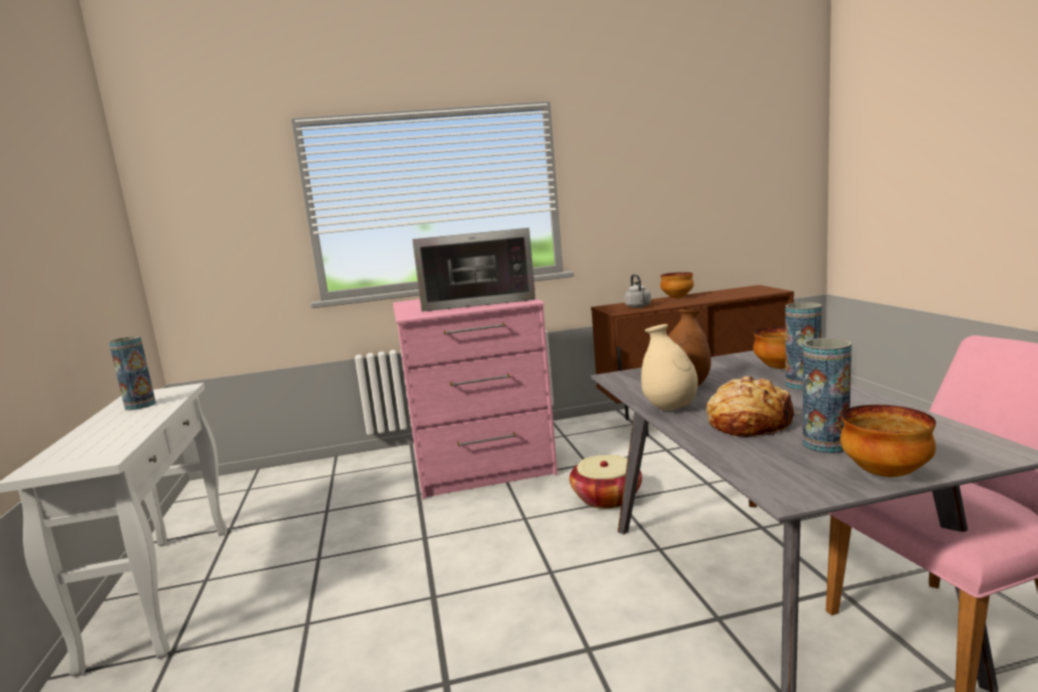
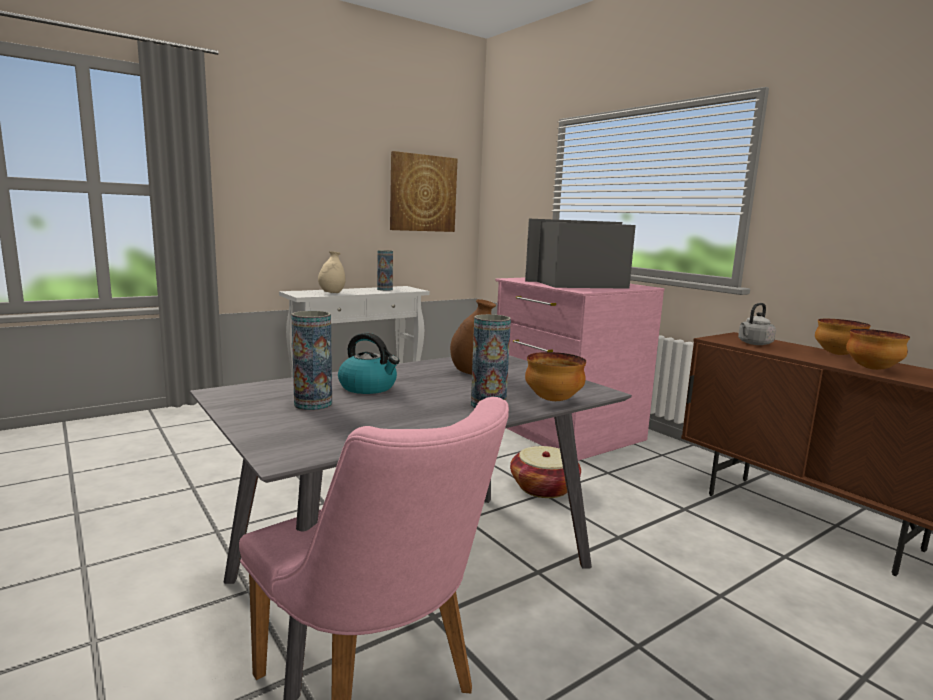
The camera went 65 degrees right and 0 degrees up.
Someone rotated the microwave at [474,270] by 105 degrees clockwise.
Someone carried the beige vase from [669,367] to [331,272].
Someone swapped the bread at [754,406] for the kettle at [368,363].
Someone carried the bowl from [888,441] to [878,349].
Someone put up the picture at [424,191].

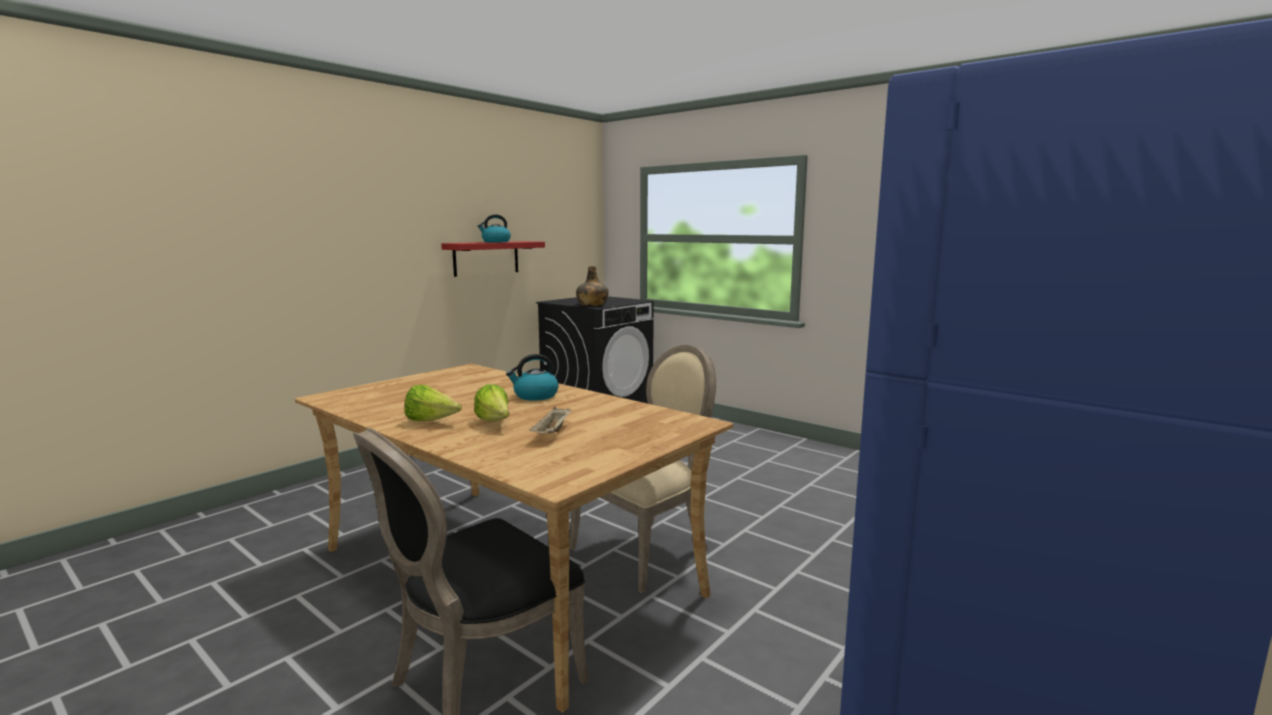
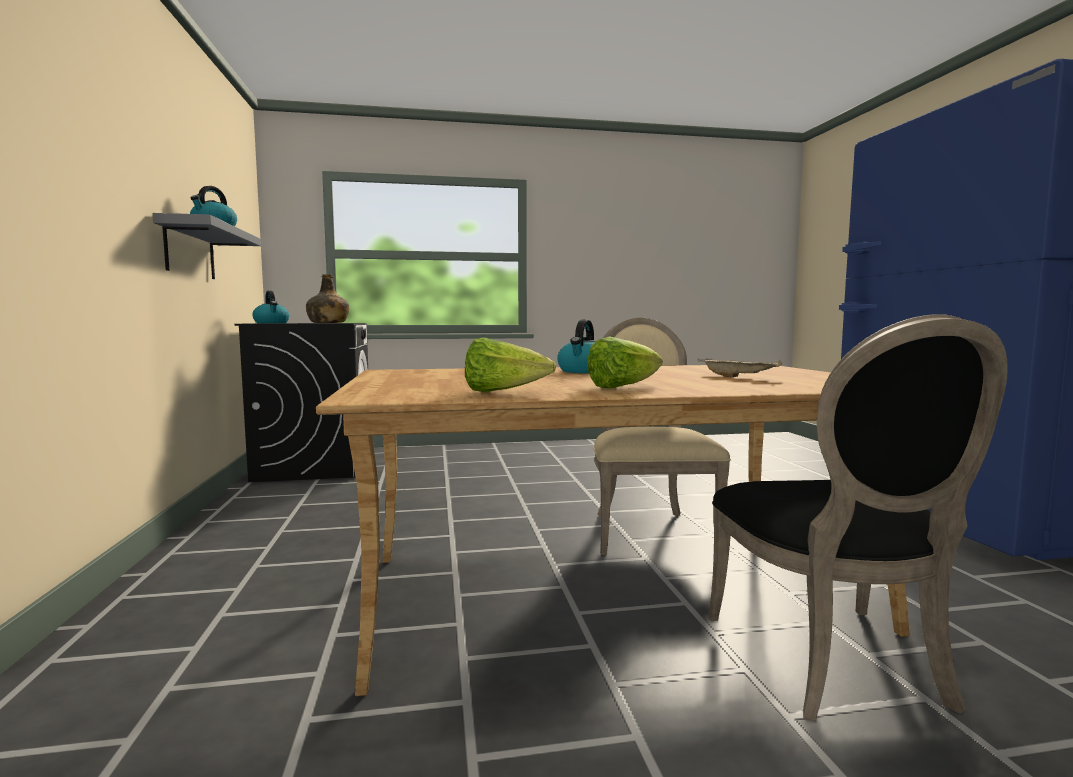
The camera went 50 degrees left and 5 degrees down.
Someone repainted the red shelf at [493,259], which became the grey shelf at [207,246].
Someone carried the lettuce from [492,403] to [510,364].
Someone put down the kettle at [270,307].

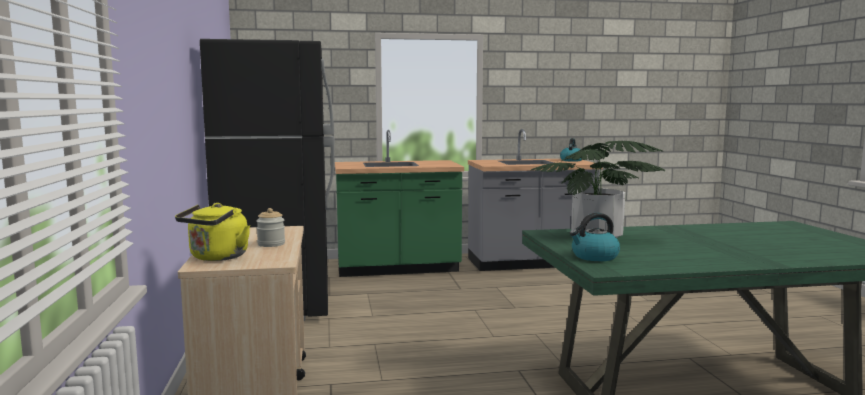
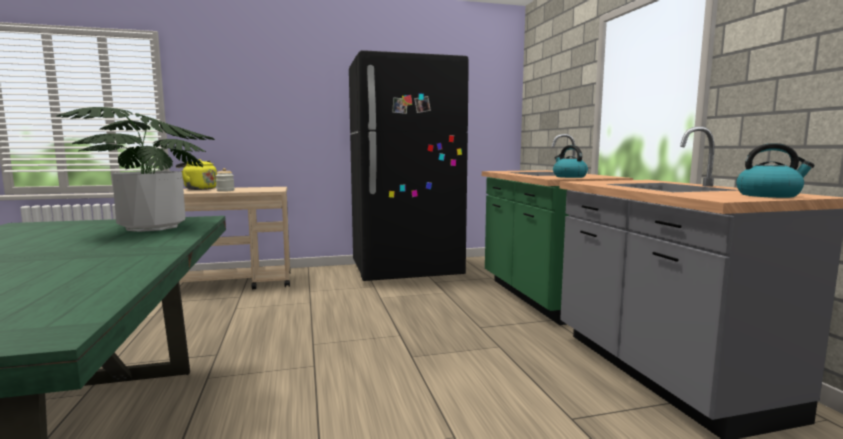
The camera went 85 degrees right and 0 degrees up.
Someone carried the kettle from [595,237] to [570,161].

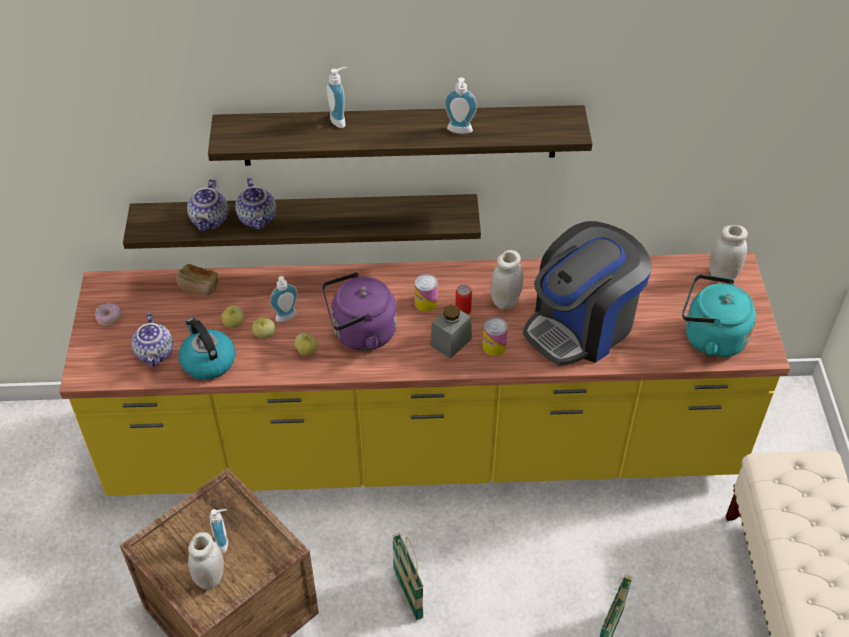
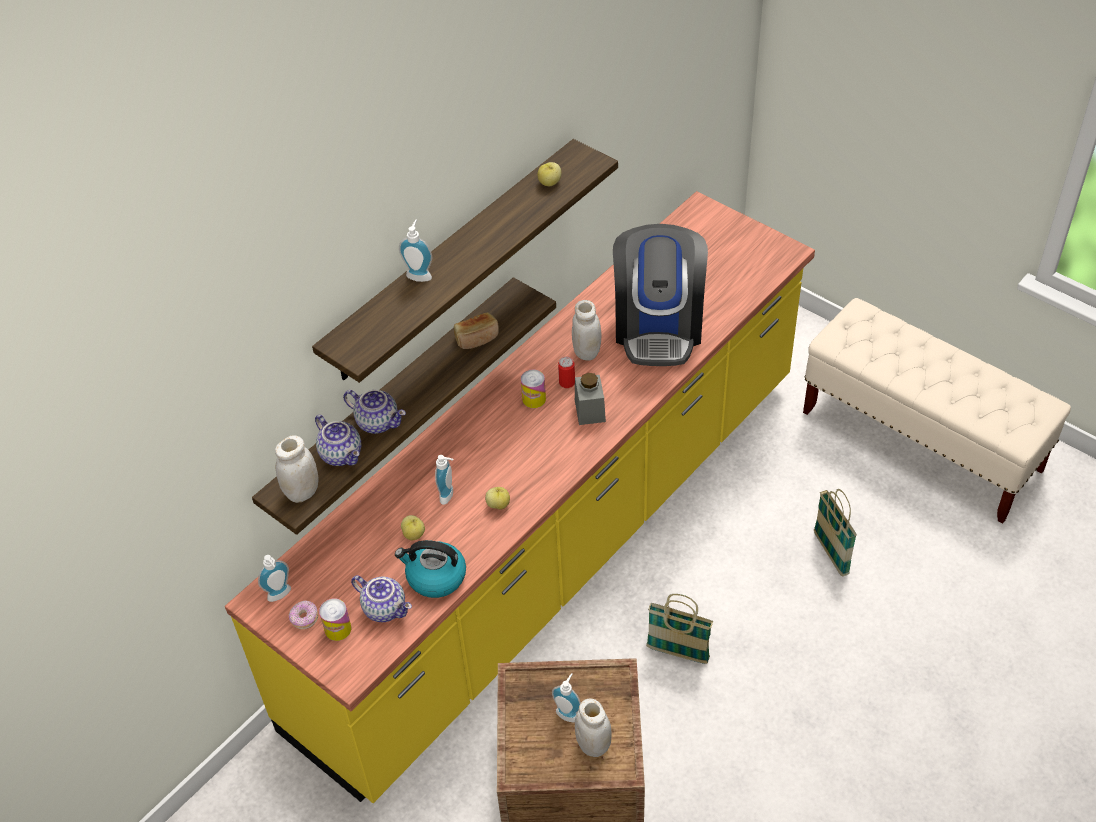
The camera went 45 degrees left and 0 degrees up.
Someone carried the soap dispenser from [460,105] to [274,578].
Someone carried the white jar from [728,252] to [297,469].
Someone carried the bread from [197,279] to [476,330].
Someone took away the purple kettle at [359,311].
Someone took away the turquoise kettle at [719,316].
Someone carried the apple from [263,328] to [549,174].
Someone carried the can from [495,336] to [335,619].

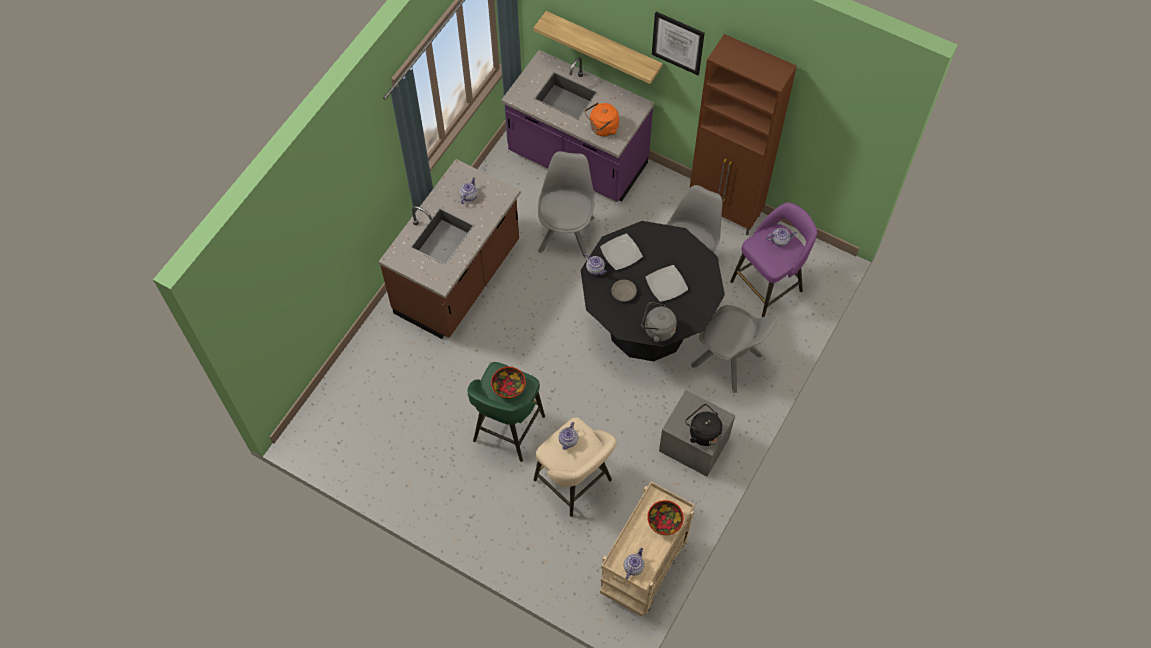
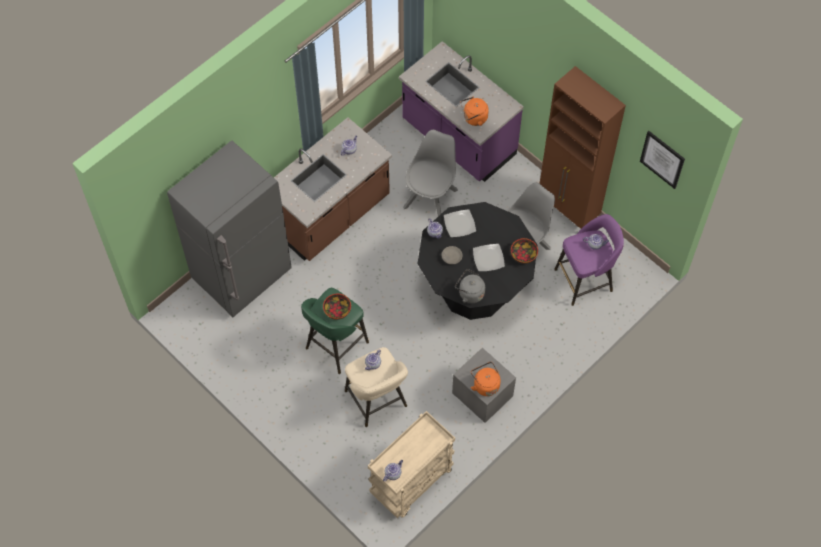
The camera went 15 degrees right and 0 degrees up.
Someone took away the shelf at [598,47].
Someone carried the picture from [678,43] to [662,160].
Someone took away the grey chair at [733,349].
Someone repainted the black kettle at [703,425], which became the orange kettle at [486,379].
Someone carried the bowl from [665,517] to [524,251].
Someone put down the grey fridge at [229,229].

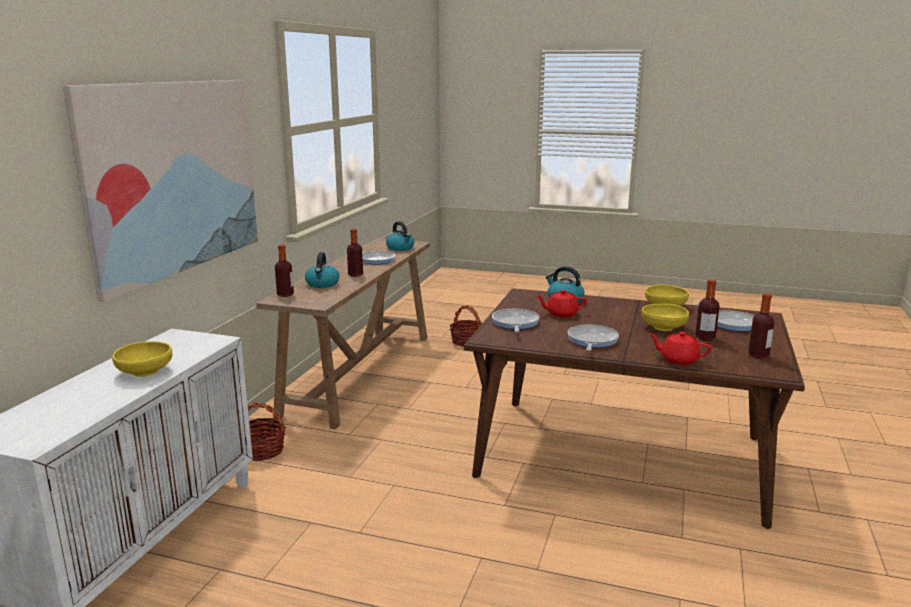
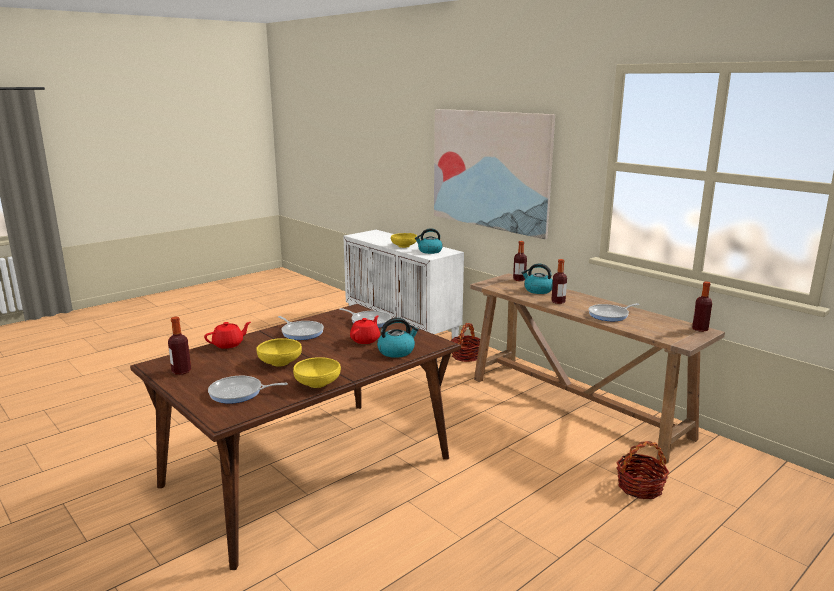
The camera went 120 degrees right and 0 degrees up.
Someone carried the kettle from [400,236] to [429,241].
Someone carried the bottle from [707,310] to [702,306].

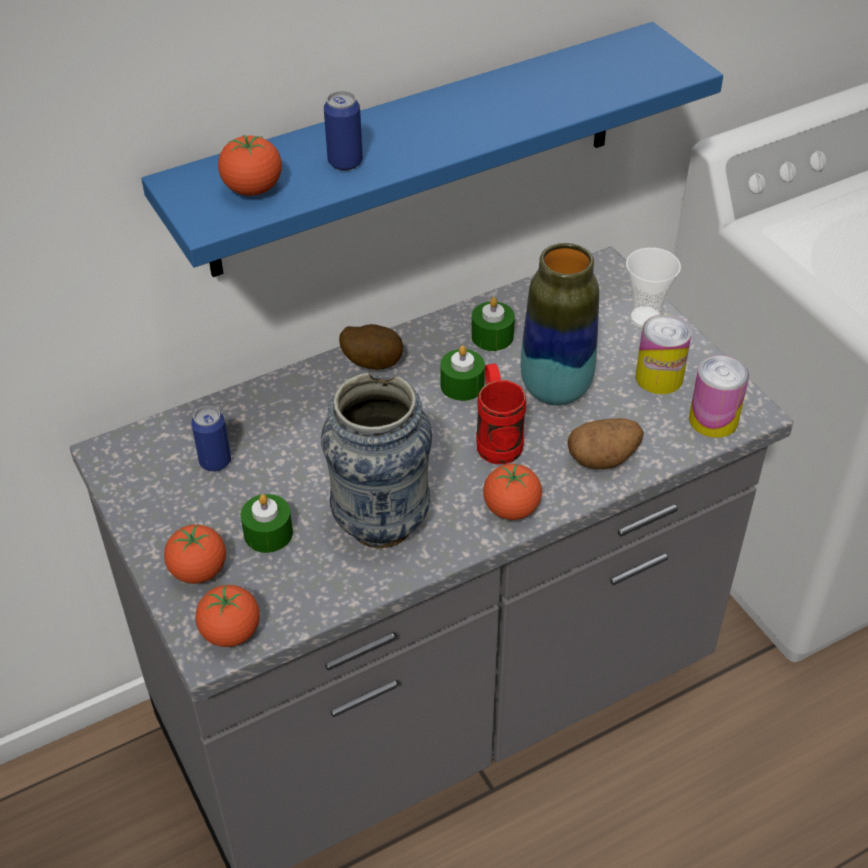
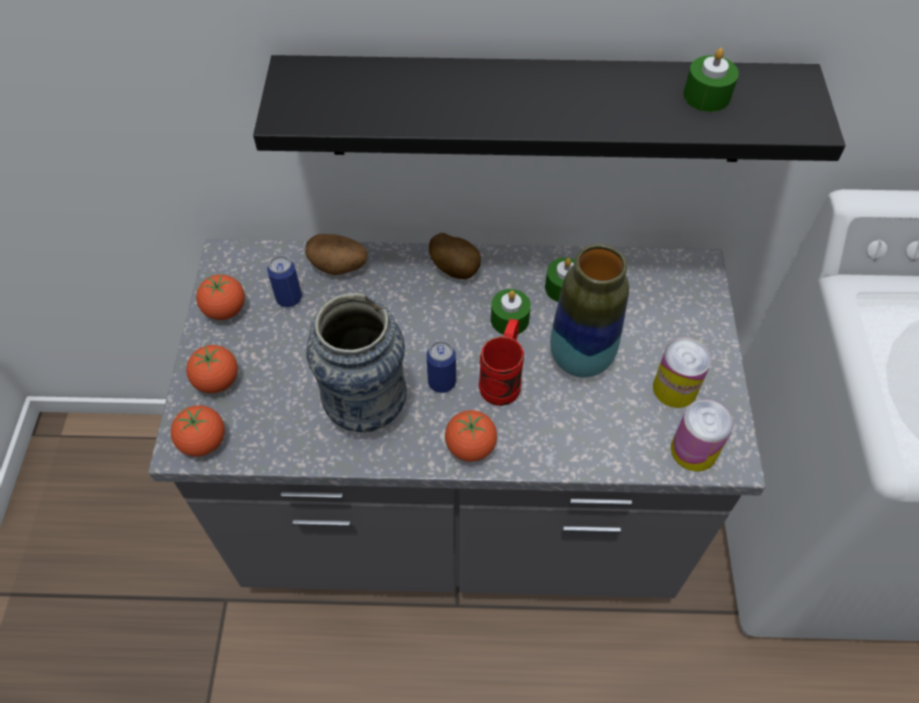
The camera went 30 degrees right and 10 degrees up.
Someone repainted the blue shelf at [432,149], which became the black shelf at [549,108].
Someone carried the can from [343,131] to [441,367].
Someone carried the tomato from [250,165] to [220,297].
Someone took away the cup at [653,287].
Someone carried the potato from [605,443] to [336,254].
Someone carried the green candle from [266,523] to [711,80].

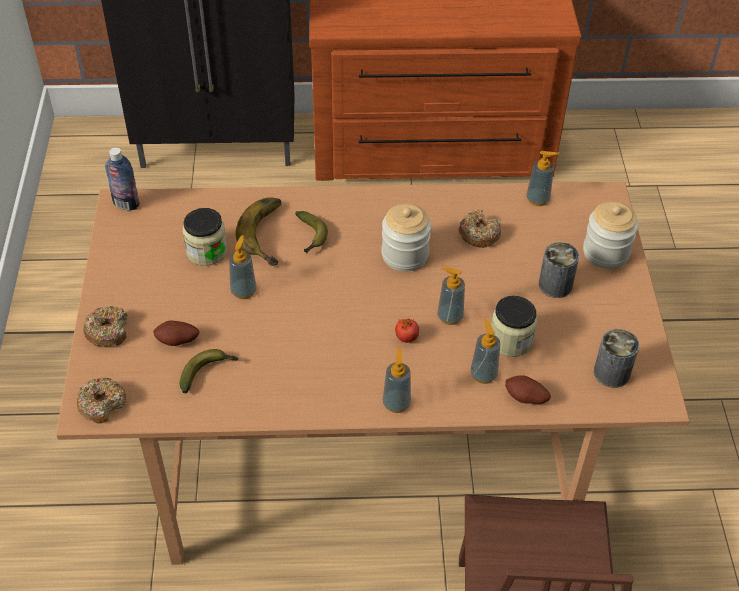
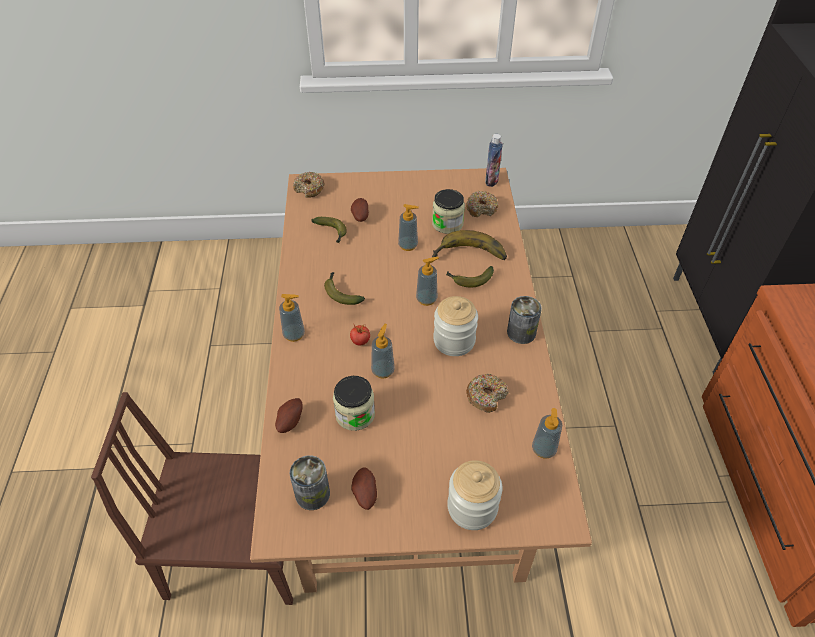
The camera went 90 degrees right and 0 degrees up.
Someone carried the can from [559,270] to [524,320].
Someone carried the donut from [105,326] to [482,204].
Someone carried the soap dispenser from [485,351] to [427,281].
Someone put down the banana at [344,288].
Someone put down the potato at [364,488].

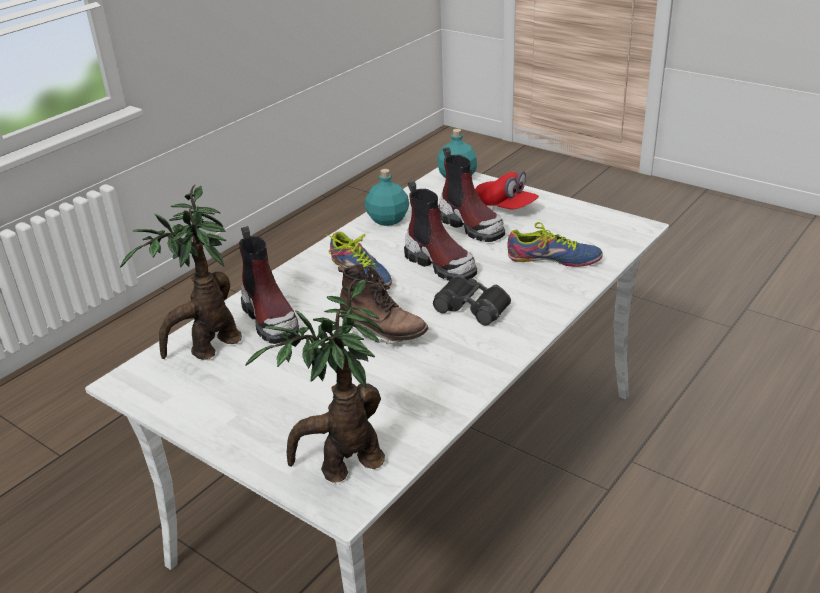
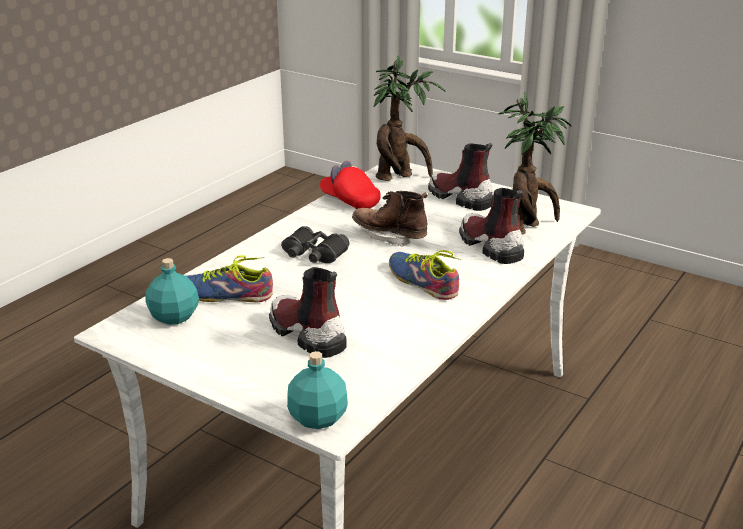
The camera went 175 degrees right and 5 degrees down.
Someone carried the turquoise bottle from [387,197] to [172,291].
Someone carried the red cap from [507,190] to [350,185].
Someone carried the boot from [440,231] to [460,177].

